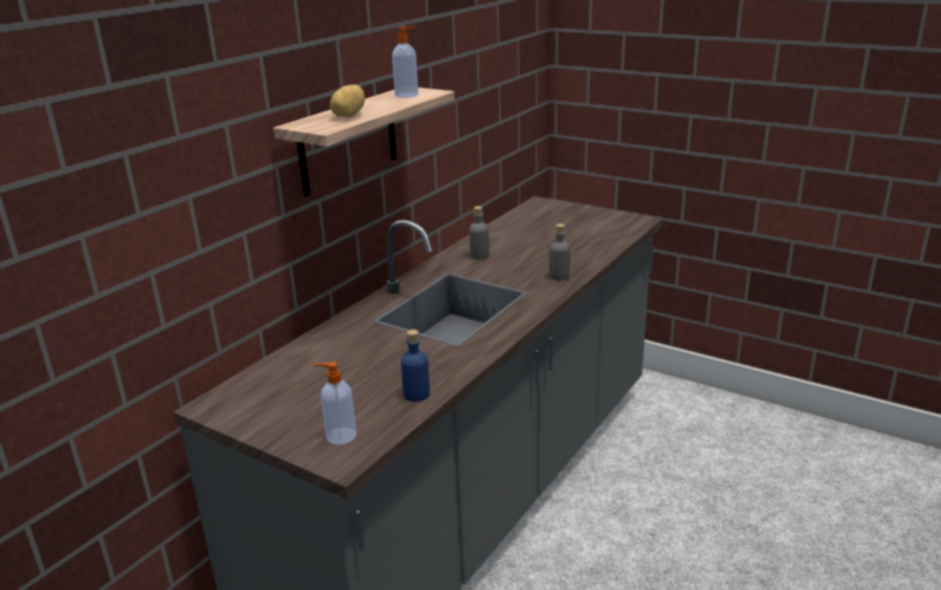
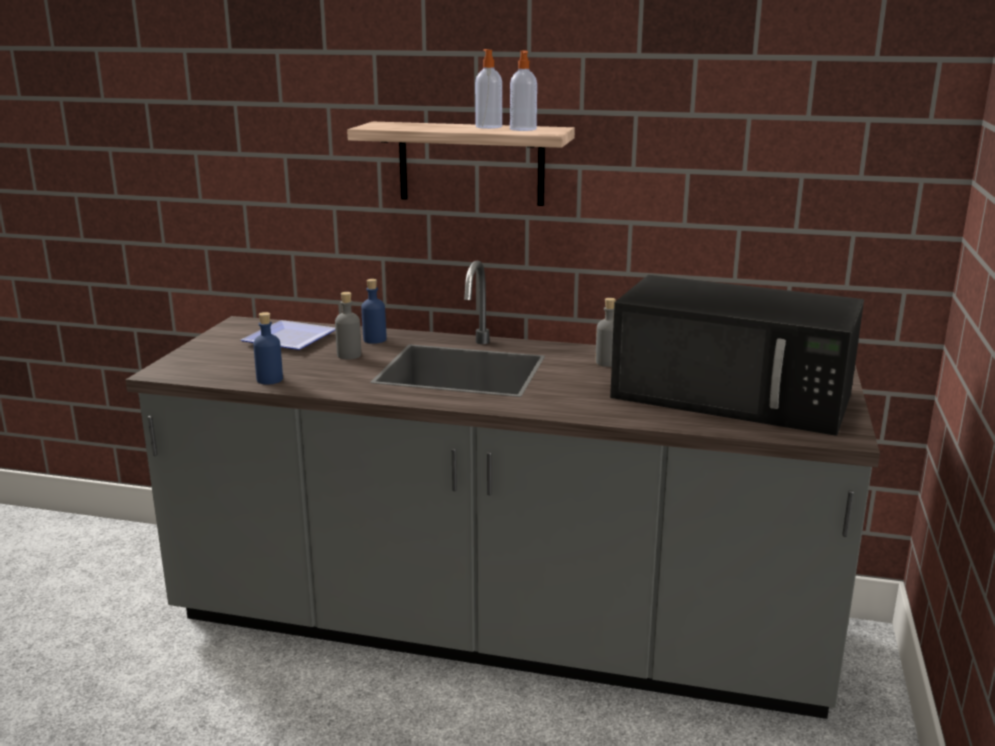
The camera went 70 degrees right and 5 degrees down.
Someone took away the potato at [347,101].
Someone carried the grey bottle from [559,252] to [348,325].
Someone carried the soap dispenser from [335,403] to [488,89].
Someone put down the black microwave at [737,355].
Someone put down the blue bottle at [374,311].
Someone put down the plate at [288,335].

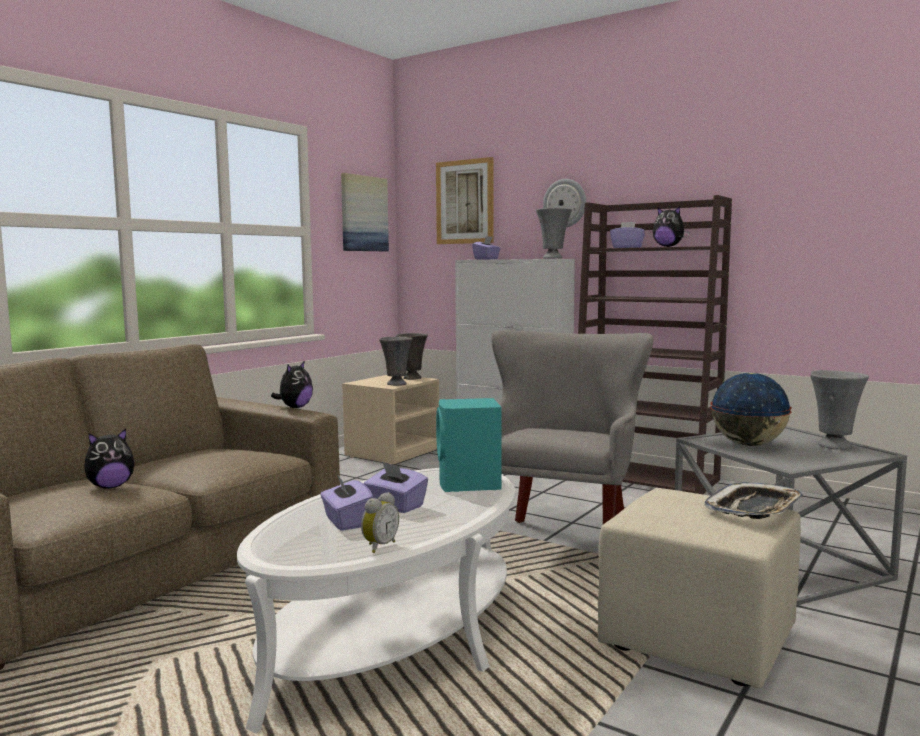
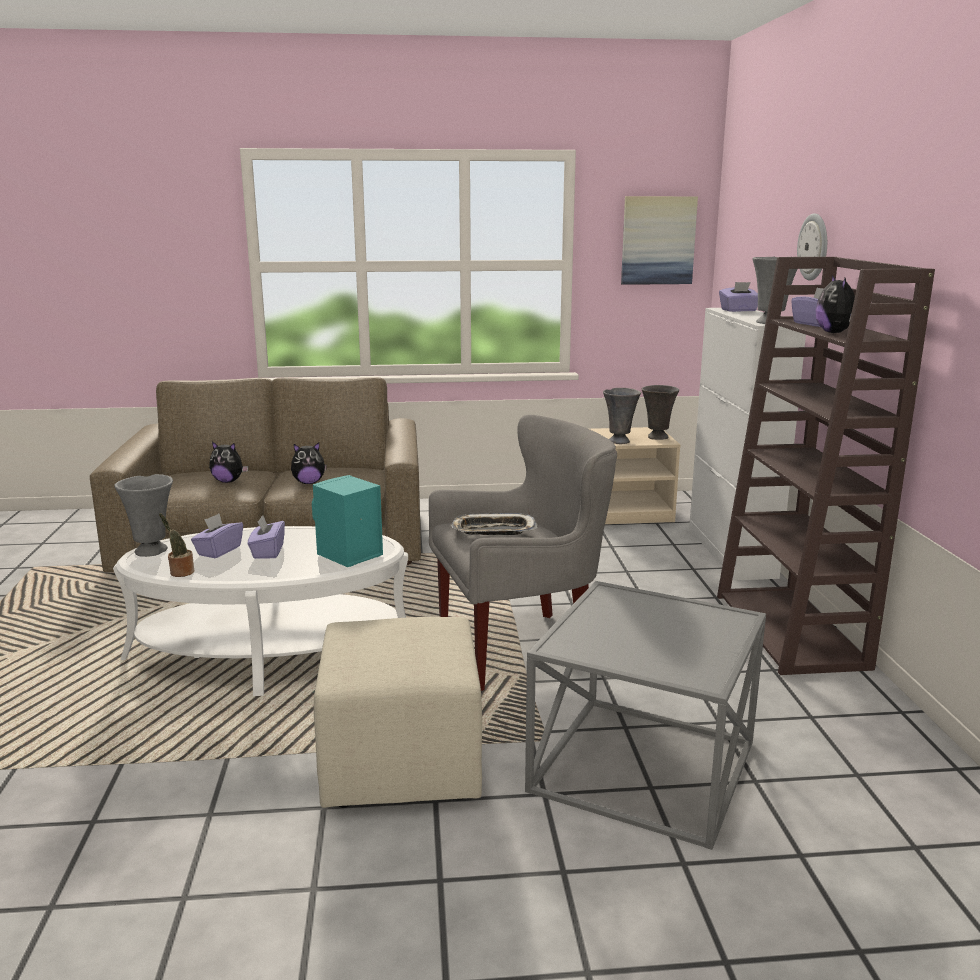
The camera went 50 degrees right and 10 degrees up.
Someone took away the picture at [464,200].
Someone carried the plush toy from [292,385] to [309,463].
Someone carried the grey vase from [839,410] to [143,515].
Someone took away the globe at [751,409].
Someone carried the tray from [754,500] to [494,524].
Someone swapped the alarm clock at [380,522] for the potted plant at [176,545].

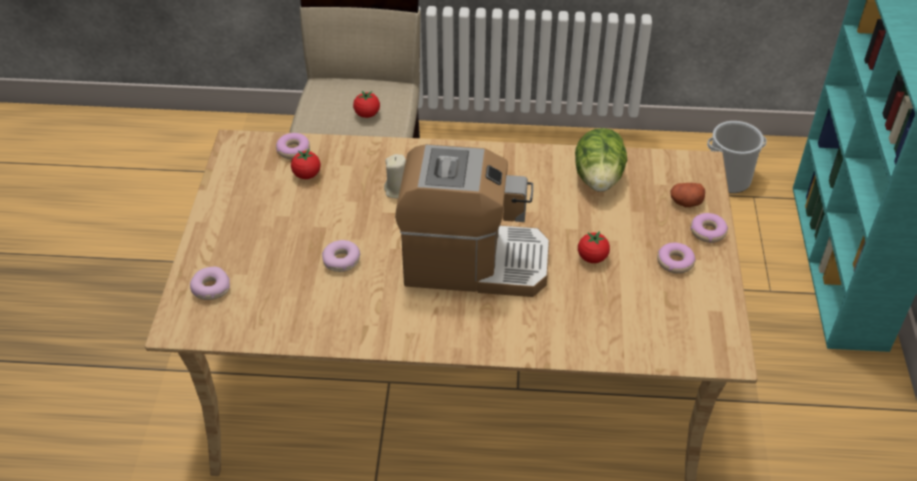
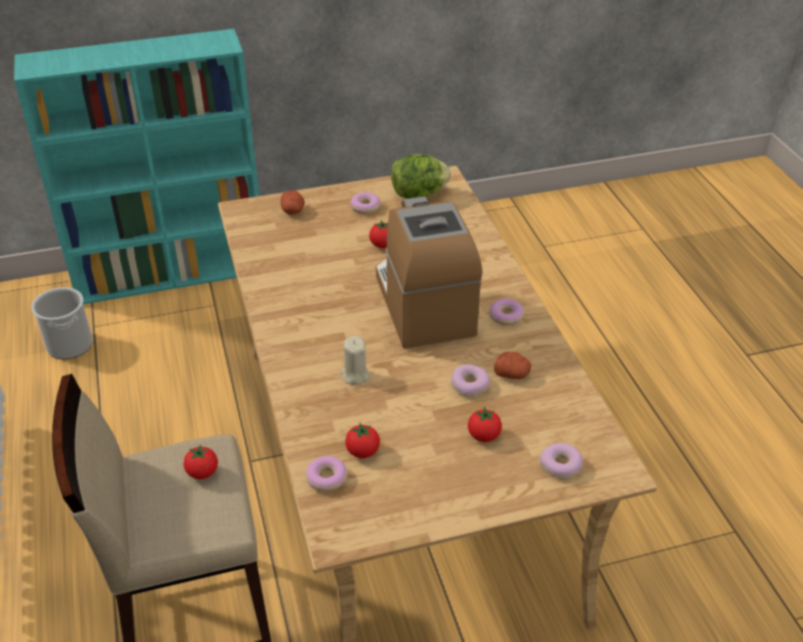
The camera went 110 degrees left and 5 degrees down.
Someone carried the lettuce from [601,160] to [421,176].
Someone carried the donut from [709,228] to [506,312].
Someone put down the potato at [512,365].
Someone put down the tomato at [485,424].

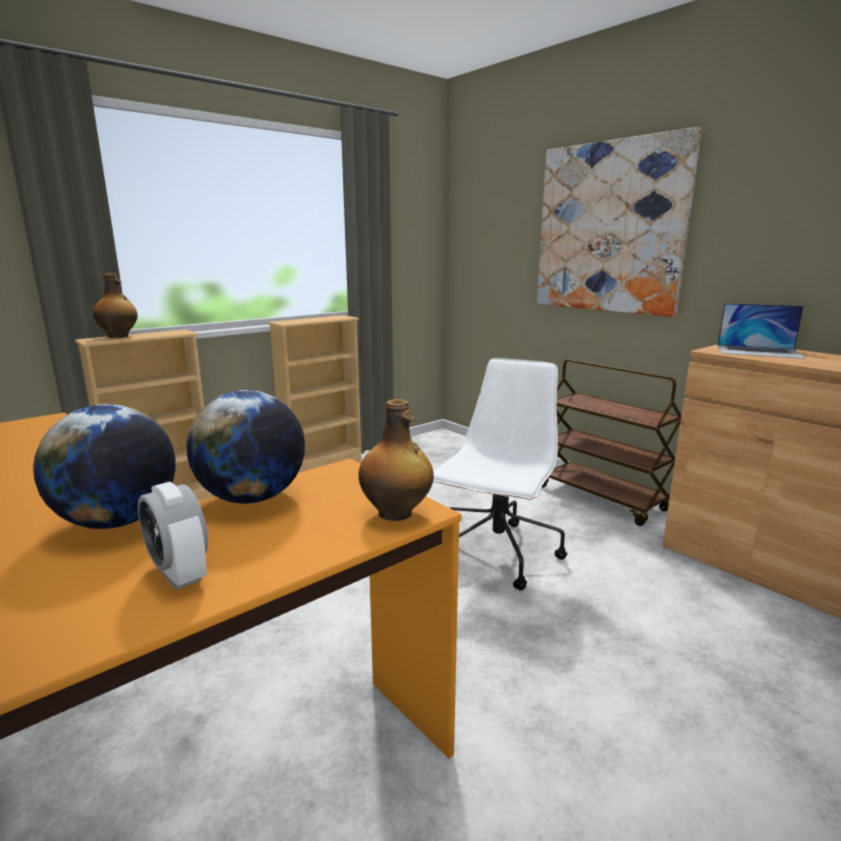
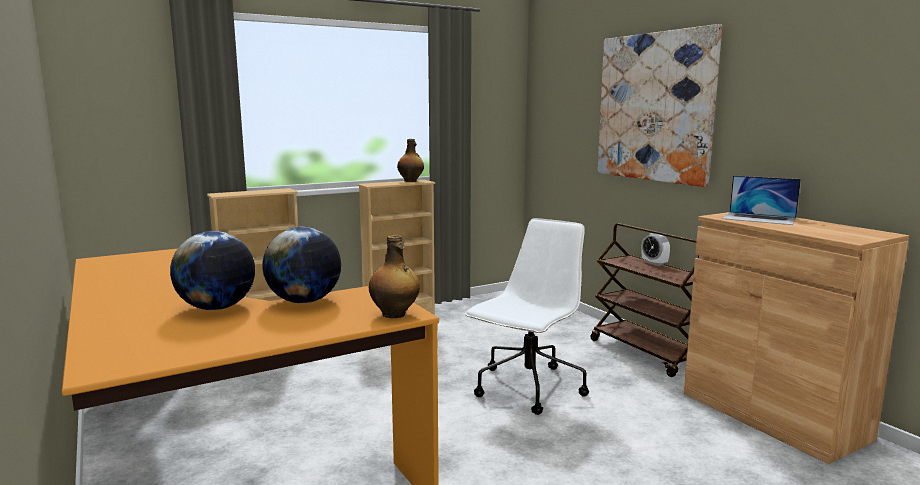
The camera went 10 degrees right and 5 degrees down.
Someone carried the bottle from [115,305] to [410,160].
Someone carried the alarm clock from [173,536] to [655,249].

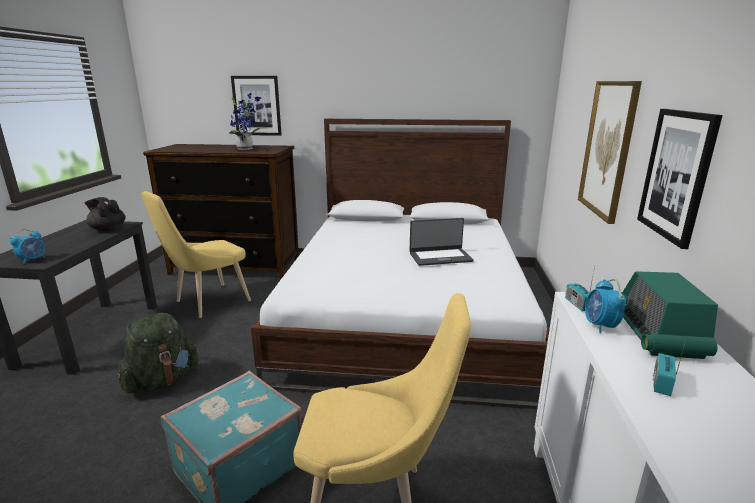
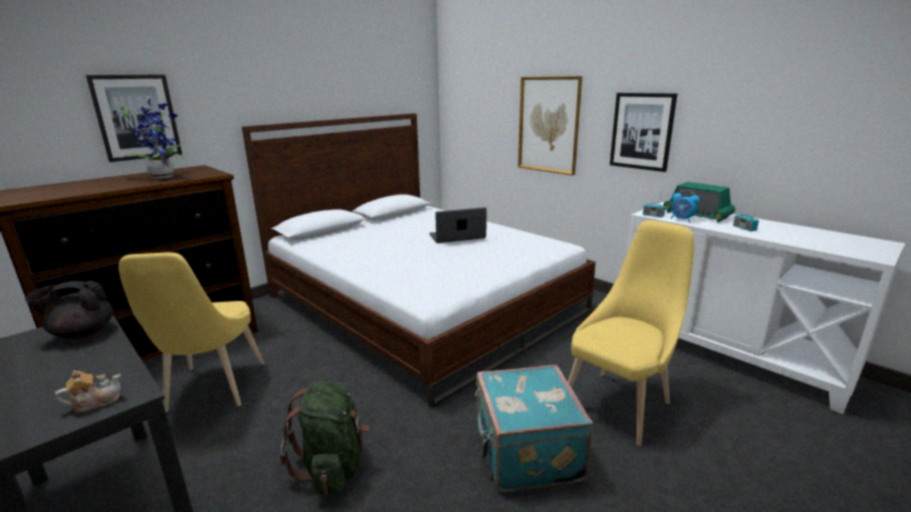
The camera went 50 degrees left and 0 degrees up.
Someone rotated the laptop at [442,242] by 135 degrees counterclockwise.
Someone swapped the alarm clock at [28,246] for the teapot at [88,391].

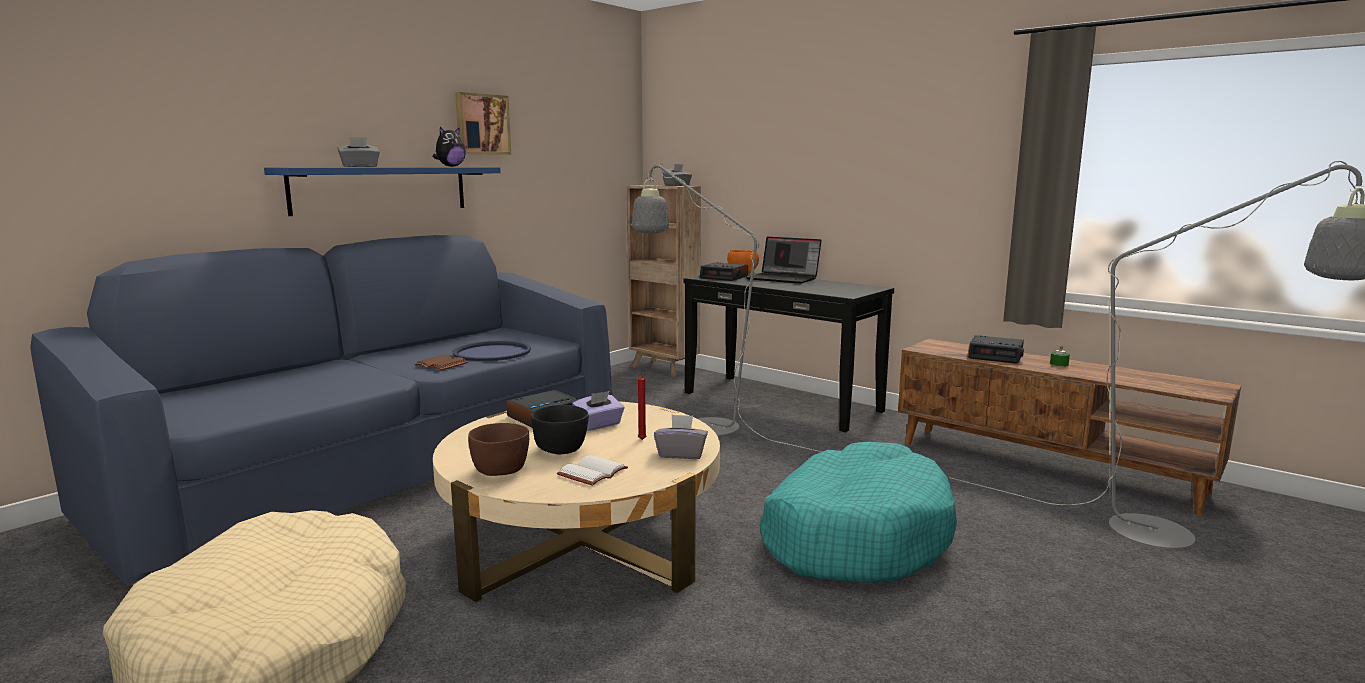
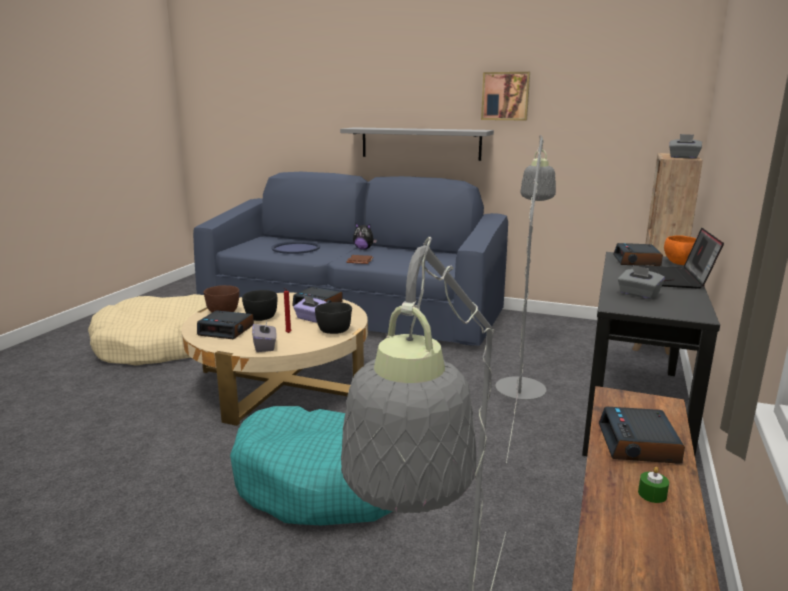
The camera went 70 degrees right and 5 degrees up.
Someone carried the plush toy from [449,147] to [365,236].
Someone carried the grey tissue box from [358,152] to [641,282].
Someone repainted the blue shelf at [382,191], which became the grey shelf at [417,144].
Someone carried the blue tray from [491,351] to [295,247].
Someone swapped the white book at [592,470] for the alarm clock at [225,325].
Someone put down the black bowl at [333,318].

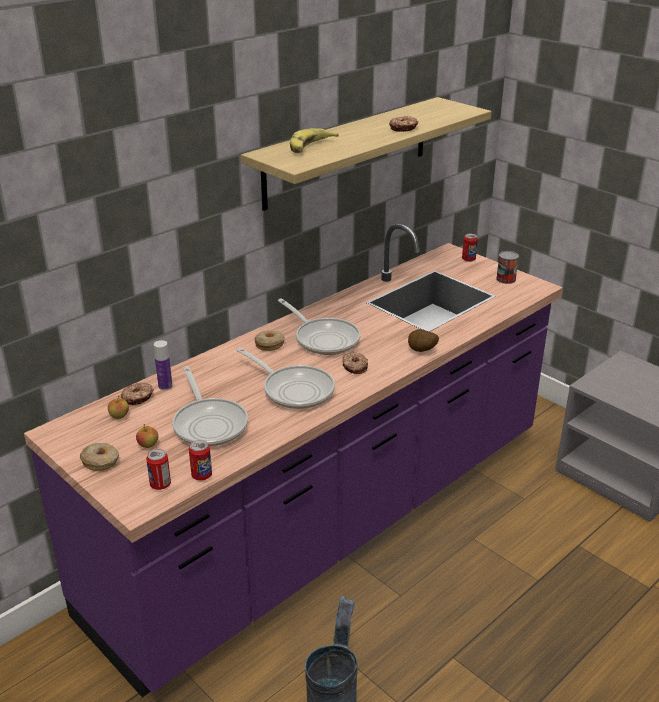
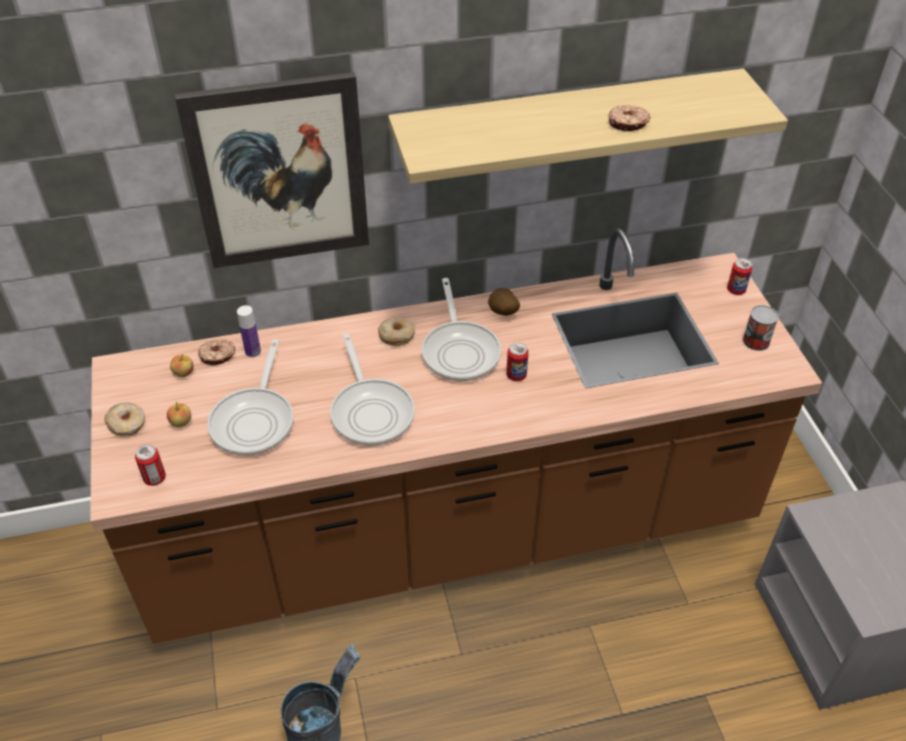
The camera went 30 degrees right and 15 degrees up.
Someone took away the banana at [314,140].
Someone repainted the purple counter at [293,460], which became the brown counter at [456,436].
Someone carried the potato from [423,340] to [504,302].
Someone took away the donut at [355,363].
Someone carried the can from [200,460] to [517,361].
Someone put up the picture at [272,170].

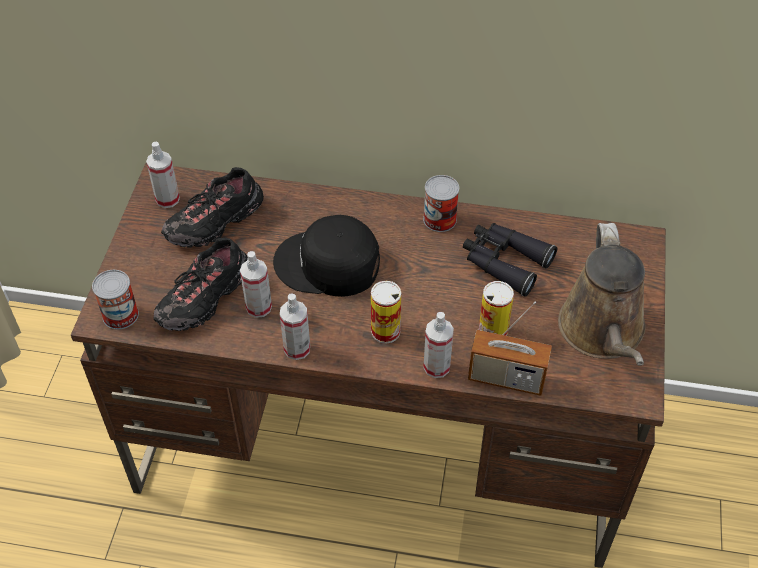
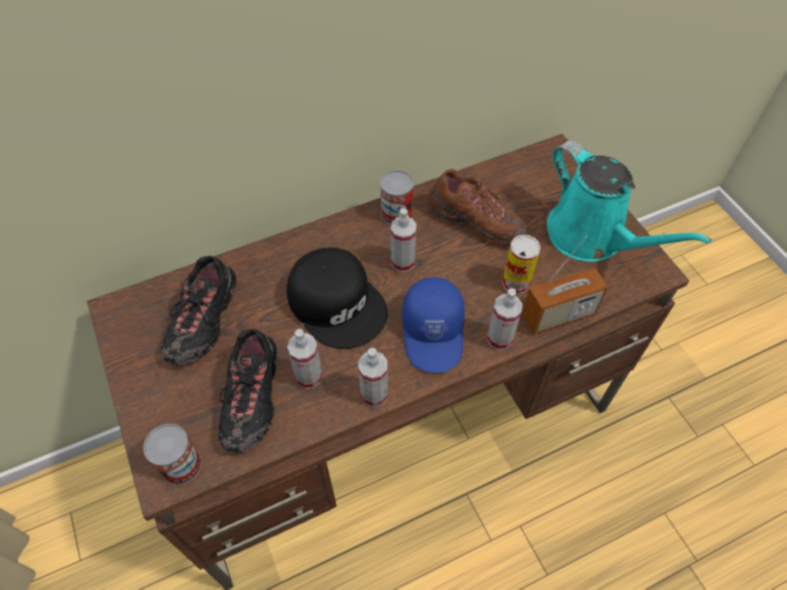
The camera went 35 degrees left and 5 degrees up.
Someone carried the spray bottle from [163,175] to [404,240].
Someone rotated the black cap at [326,256] by 105 degrees counterclockwise.
Someone swapped the black binoculars at [510,260] for the brown shoe at [477,207].
Someone repainted the brown watering can at [602,294], which became the turquoise watering can at [629,201].
Someone swapped the can at [386,312] for the blue cap at [433,325].

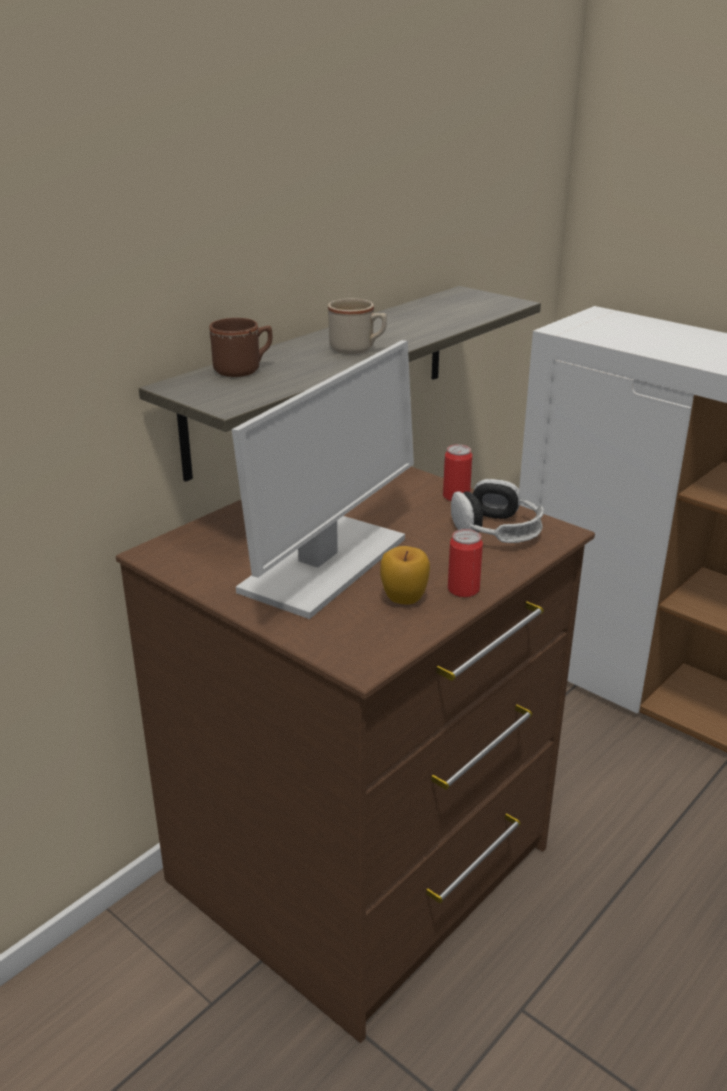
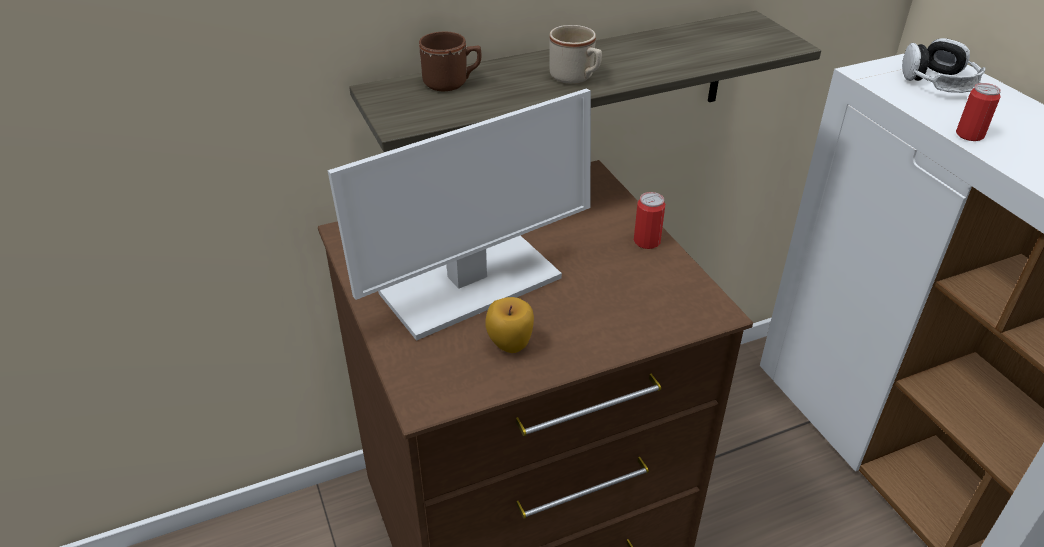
The camera went 25 degrees right and 10 degrees up.
Someone carried the headphones from [497,511] to [944,65].
Someone carried the can from [465,563] to [978,112].

